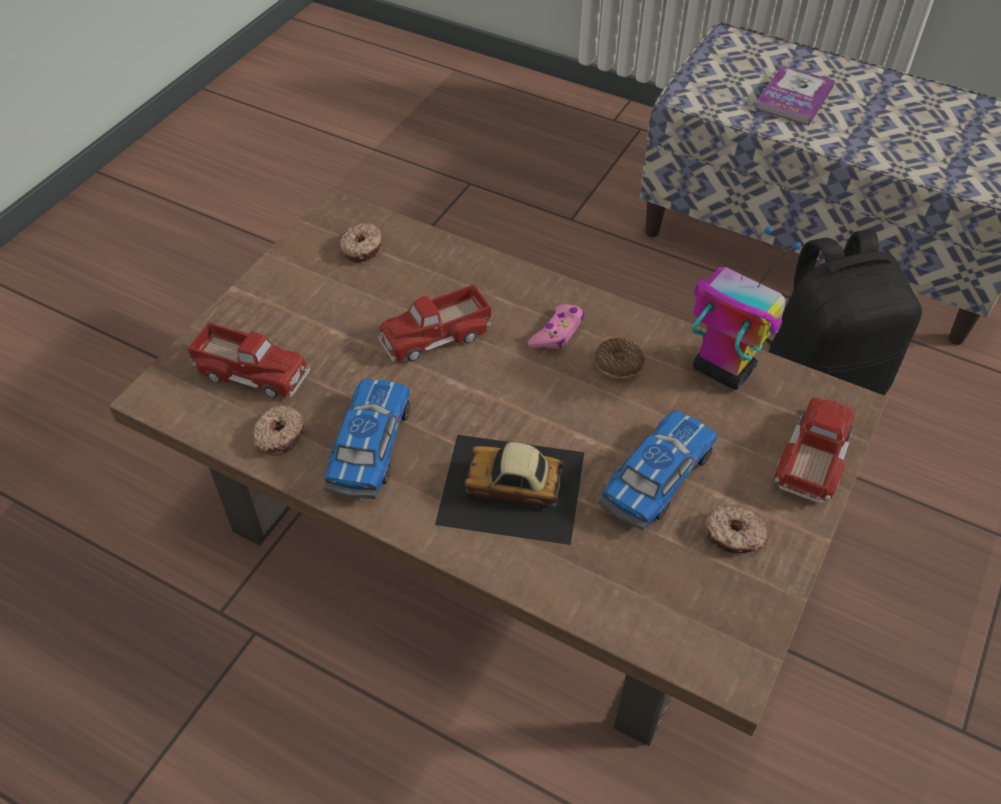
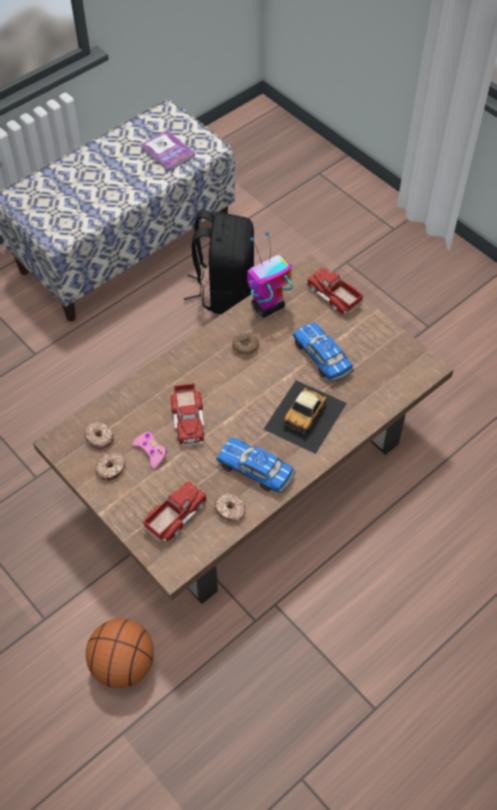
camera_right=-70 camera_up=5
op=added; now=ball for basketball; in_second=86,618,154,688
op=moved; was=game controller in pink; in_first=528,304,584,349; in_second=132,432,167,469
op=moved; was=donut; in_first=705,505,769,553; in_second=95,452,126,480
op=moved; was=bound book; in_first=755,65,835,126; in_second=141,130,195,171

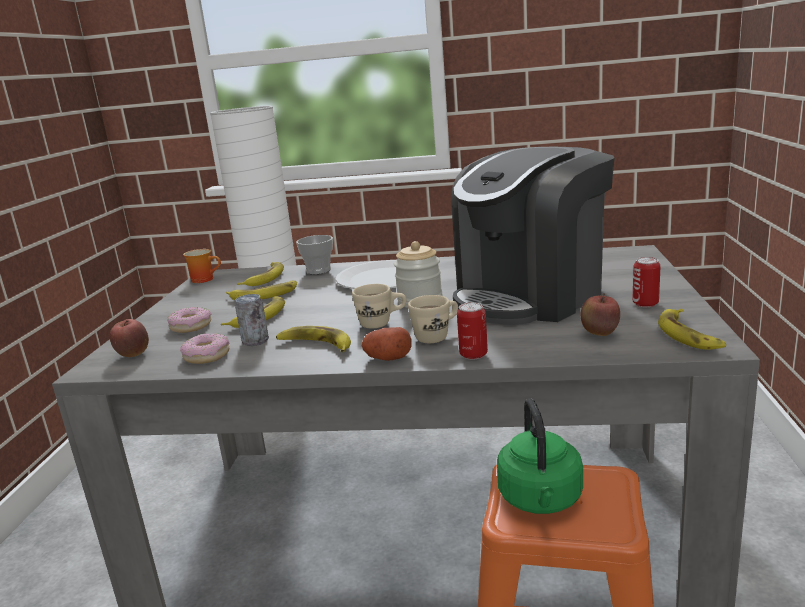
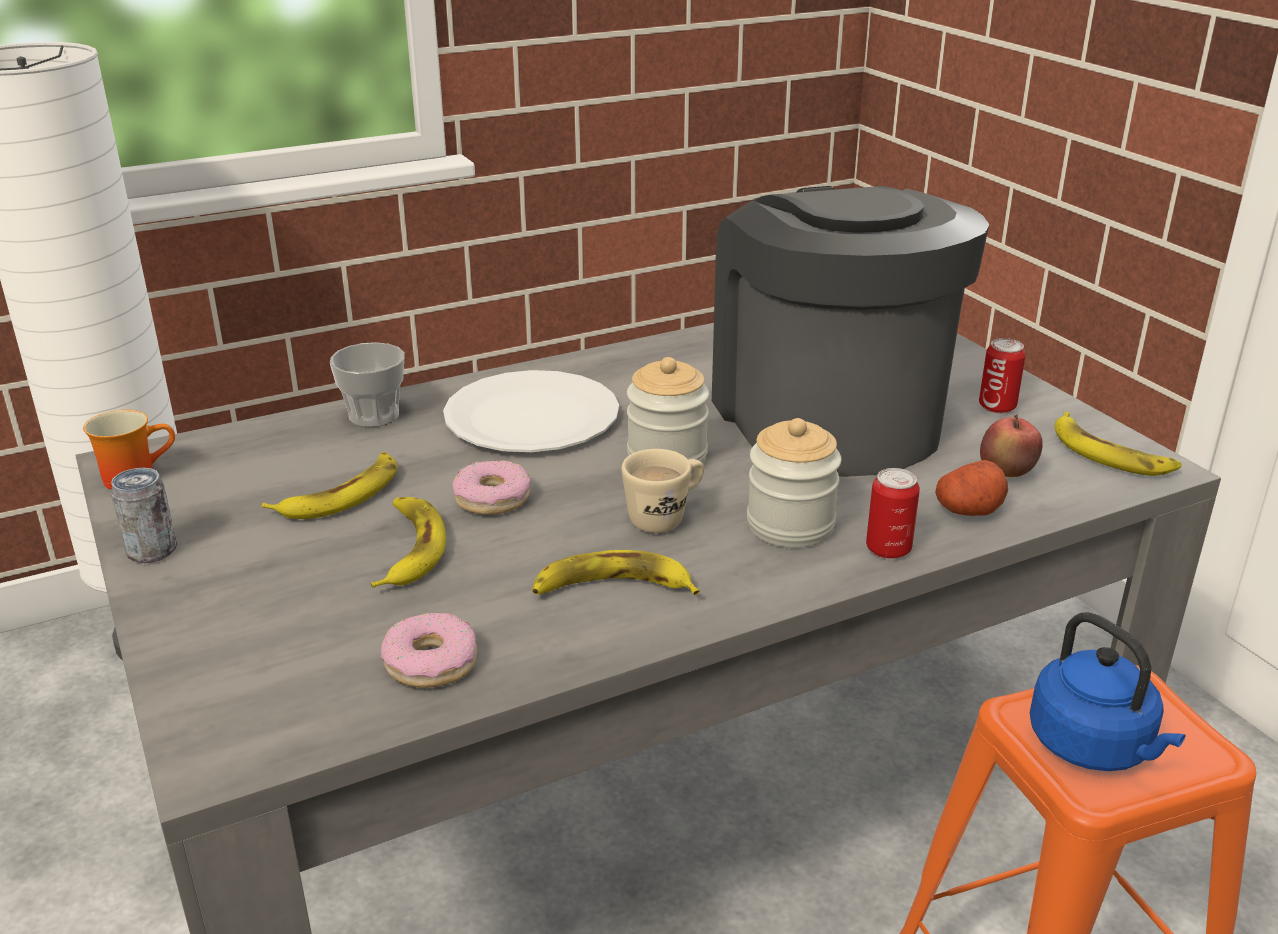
camera_right=-35 camera_up=10
op=removed; was=apple fruit; in_first=110,319,149,357
op=removed; was=banana; in_first=237,262,284,286
op=moved; was=donut; in_first=167,307,211,333; in_second=452,460,530,515
op=moved; was=can; in_first=235,294,269,346; in_second=111,467,177,563
op=moved; was=whole potato; in_first=362,327,412,361; in_second=935,460,1008,516
op=replaced; was=coffee mug in beige; now=preserve jar; in_first=408,295,458,343; in_second=747,418,841,548
op=recoloured; was=tea kettle in green-coloured; now=tea kettle in blue-coloured; in_first=497,398,583,514; in_second=1029,612,1185,771
op=turned; was=coffee maker; in_first=451,147,614,325; in_second=712,186,989,477; clockwise=150

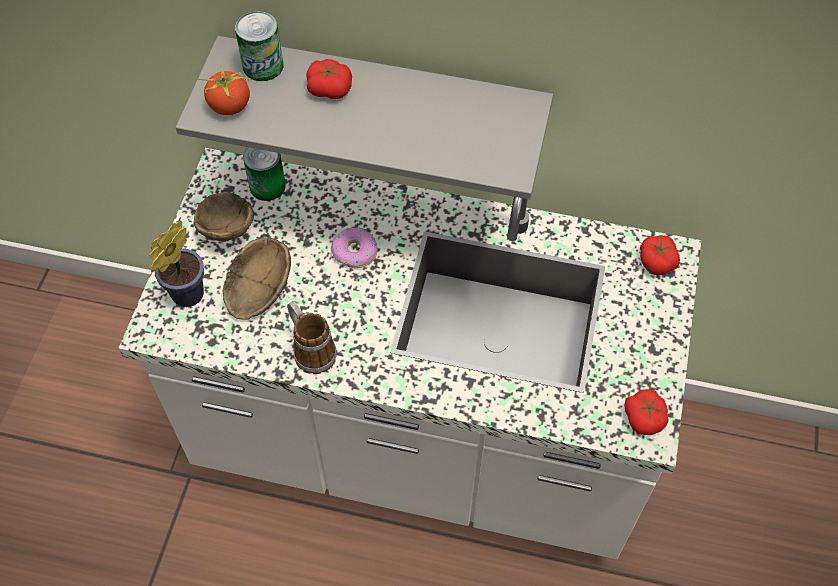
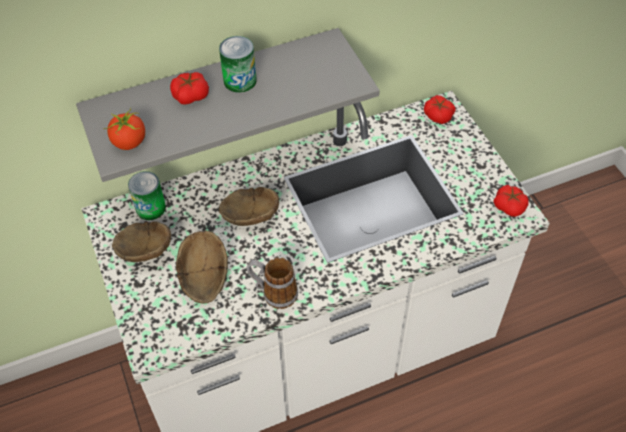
camera_right=-35 camera_up=-5
op=removed; was=potted plant; in_first=149,221,204,307
op=moved; was=can; in_first=235,11,284,81; in_second=219,36,257,93
op=replaced; was=donut; now=deep dish in brown-coloured; in_first=331,227,378,268; in_second=219,187,279,226

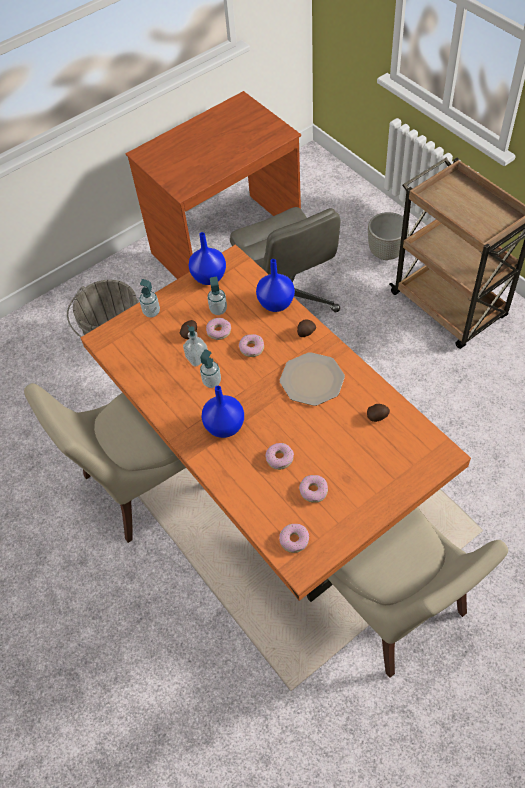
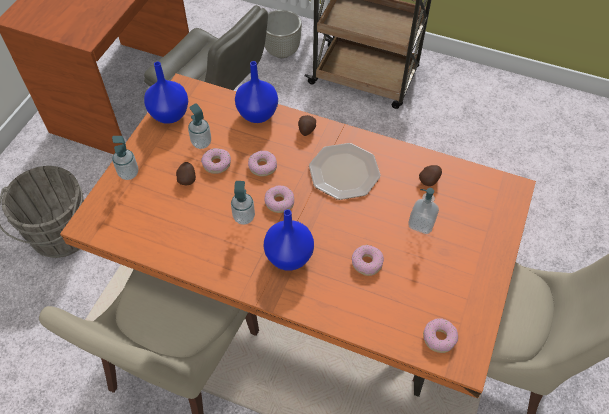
camera_right=-35 camera_up=0
op=moved; was=soap bottle; in_first=183,325,208,367; in_second=408,188,439,234
op=moved; was=donut; in_first=299,475,328,503; in_second=265,185,294,213

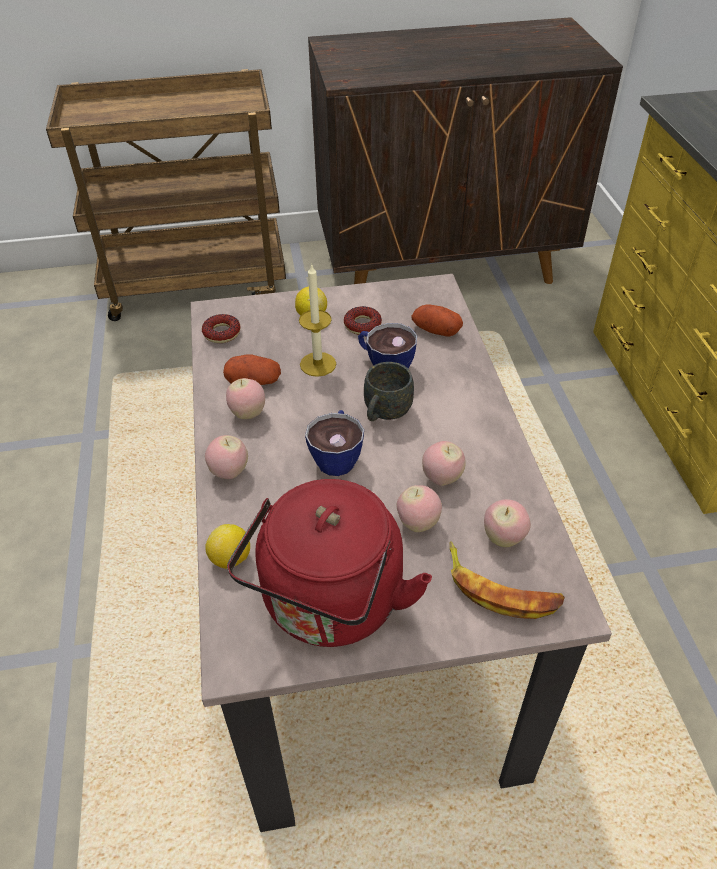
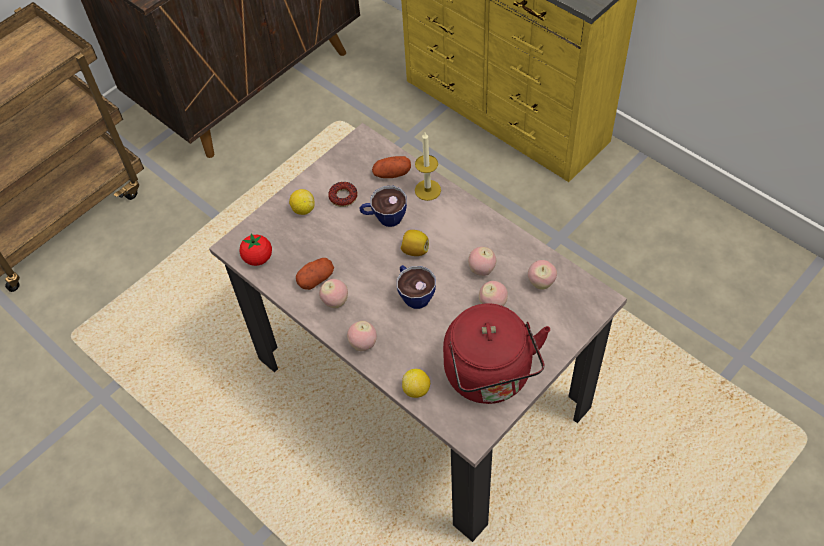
camera_right=-35 camera_up=10
op=removed; was=banana; in_first=449,541,565,619
op=moved; was=wax candle; in_first=299,263,336,377; in_second=415,132,441,201
op=replaced; was=donut; now=whole tomato; in_first=202,314,241,343; in_second=239,233,272,266
op=replaced; was=coffee mug in greyish; now=lemon; in_first=364,362,414,421; in_second=401,230,429,256

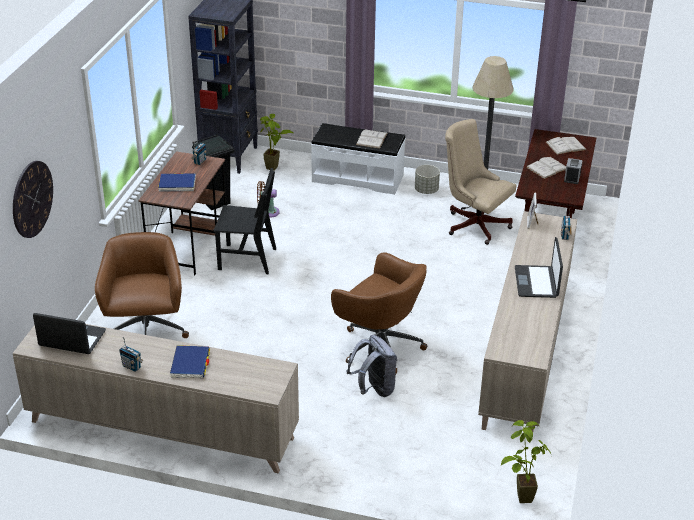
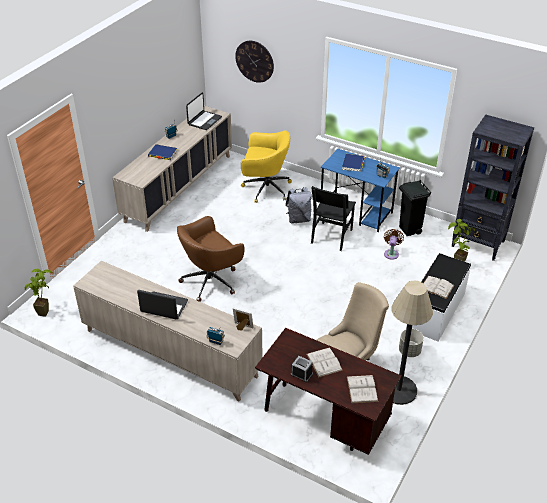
camera_right=105 camera_up=5
op=moved; was=backpack in greyish; in_first=347,335,397,397; in_second=285,187,312,224
op=recoloured; was=office chair in brown-coloured; now=office chair in yellow-coloured; in_first=95,232,189,338; in_second=241,131,292,203
op=recoloured; was=desk in brown-coloured; now=desk in blue-coloured; in_first=138,151,226,275; in_second=321,149,400,232

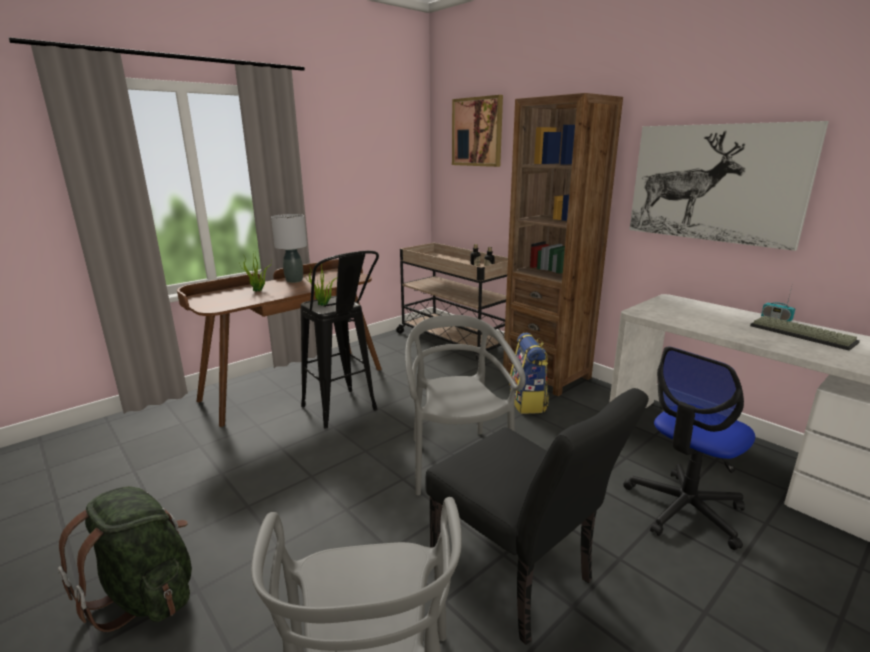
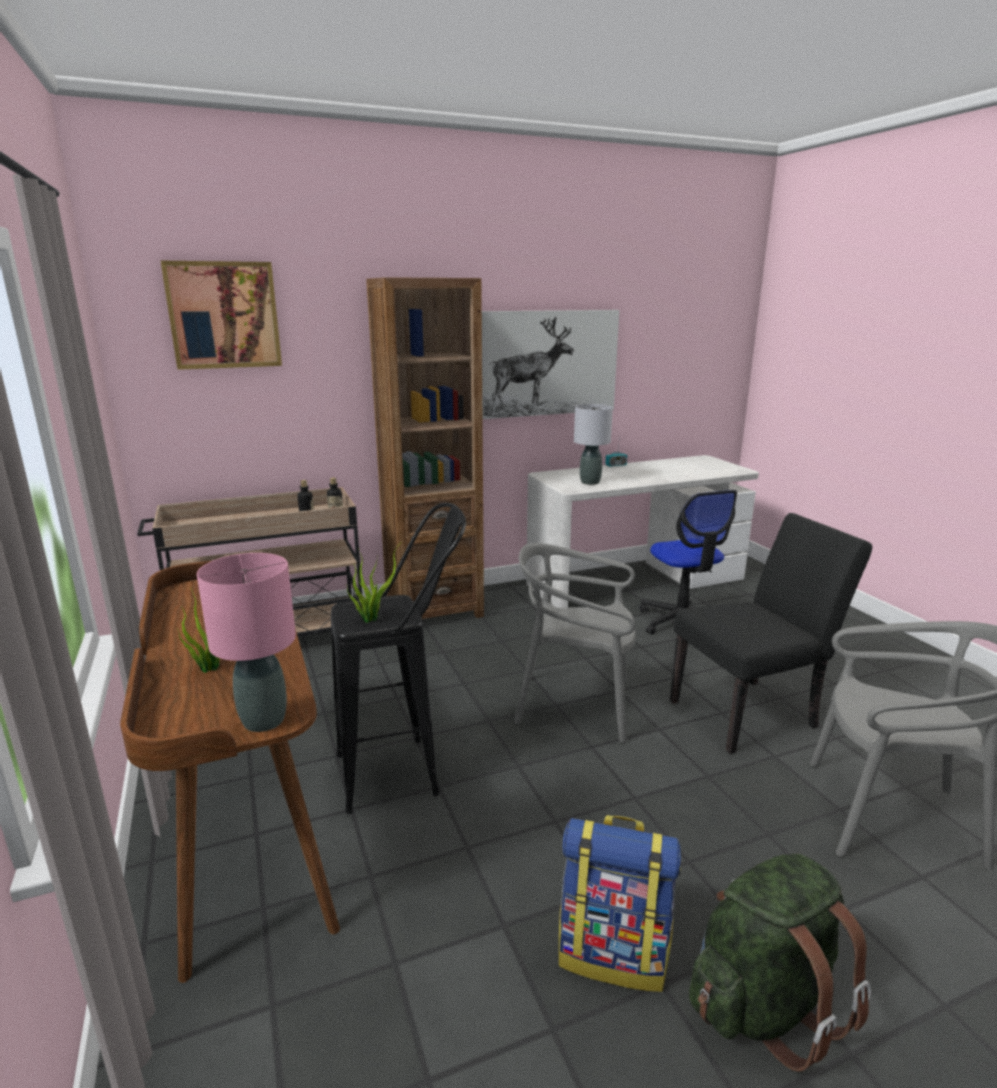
camera_right=-70 camera_up=0
op=removed; was=keyboard; in_first=750,316,860,351
op=added; now=tabletop lamp in pink; in_second=197,553,296,732
op=moved; was=tabletop lamp in greyish; in_first=271,214,307,283; in_second=574,404,613,485
op=moved; was=backpack; in_first=509,333,549,414; in_second=559,815,681,992

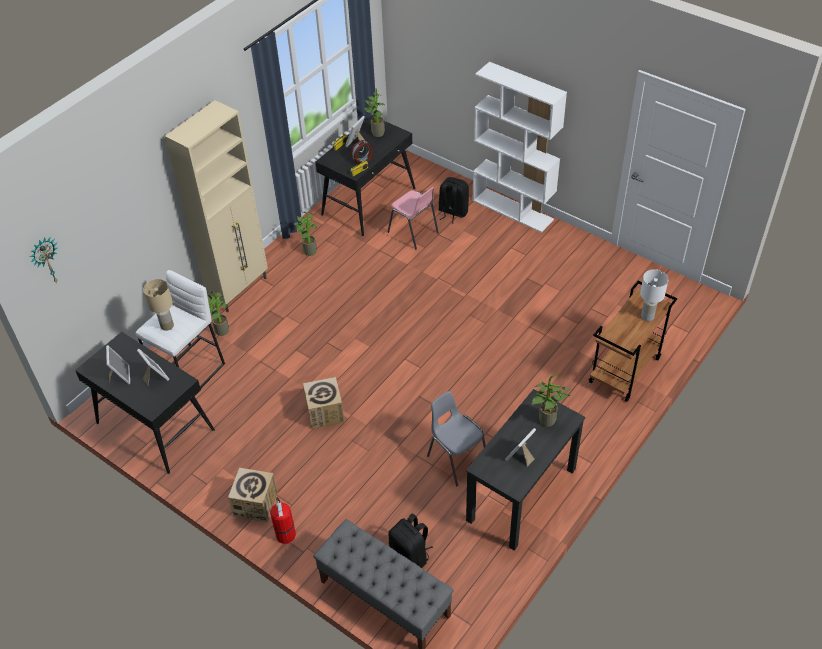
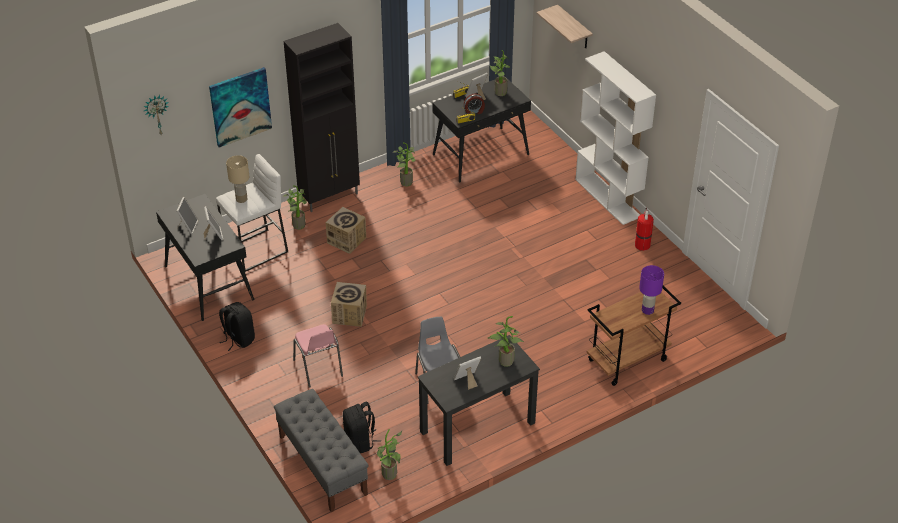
camera_right=20 camera_up=-5
op=added; now=wall art; in_second=209,67,272,147
op=added; now=potted plant; in_second=377,429,402,480
op=added; now=bracket shelf; in_second=536,5,593,48
op=moved; was=carton; in_first=228,468,278,522; in_second=325,207,366,254
op=moved; was=fire-fighting cylinder; in_first=270,497,296,544; in_second=635,208,654,251
op=moved; was=upright chair in pink; in_first=387,187,439,250; in_second=293,324,343,388
op=moved; was=backpack in black; in_first=438,177,469,224; in_second=219,302,255,351
op=recoloured; was=cabinet in beige; now=cabinet in black; in_first=165,100,268,313; in_second=284,23,360,212
op=recoloured; was=tabletop lamp in white-coloured; now=tabletop lamp in purple-coloured; in_first=640,269,668,321; in_second=639,265,664,315

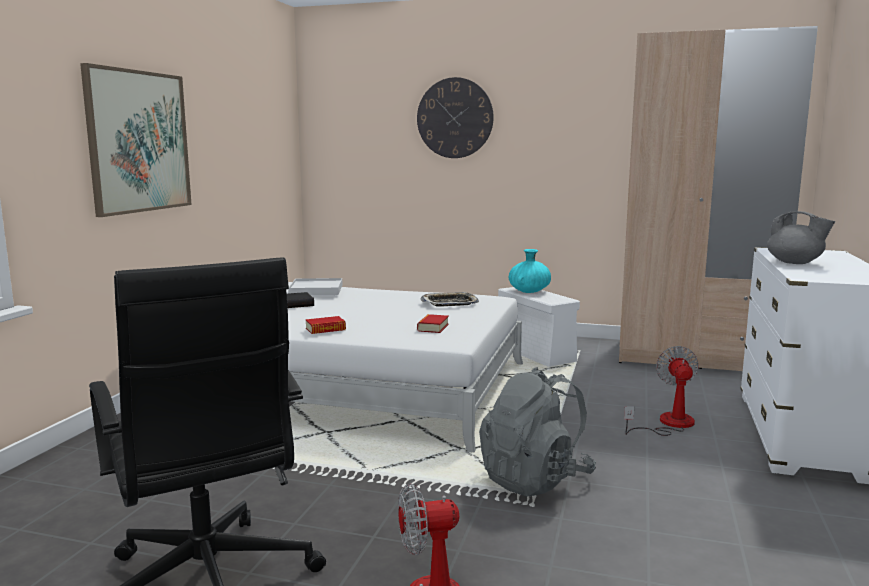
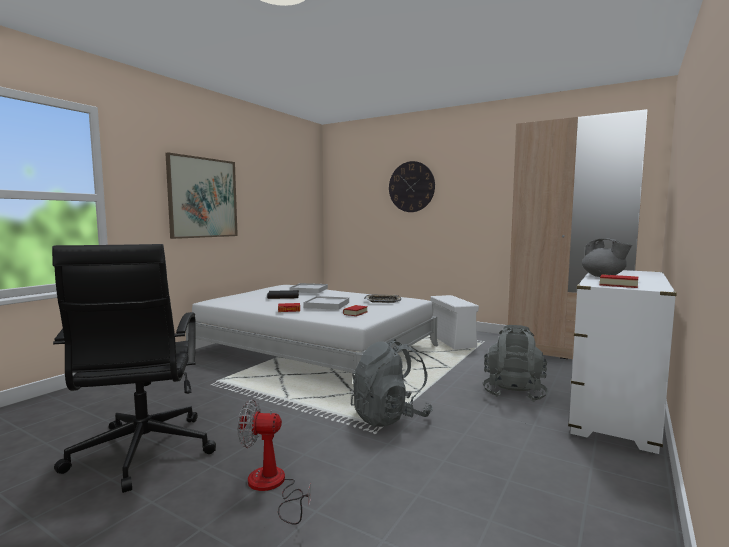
camera_right=15 camera_up=-5
op=removed; was=vase in turquoise-coloured; in_first=509,249,551,293
op=added; now=serving tray in white-coloured; in_second=303,296,349,310
op=added; now=bound book; in_second=600,274,638,288
op=replaced; was=fan; now=backpack in greyish; in_first=624,346,699,436; in_second=483,325,548,402

